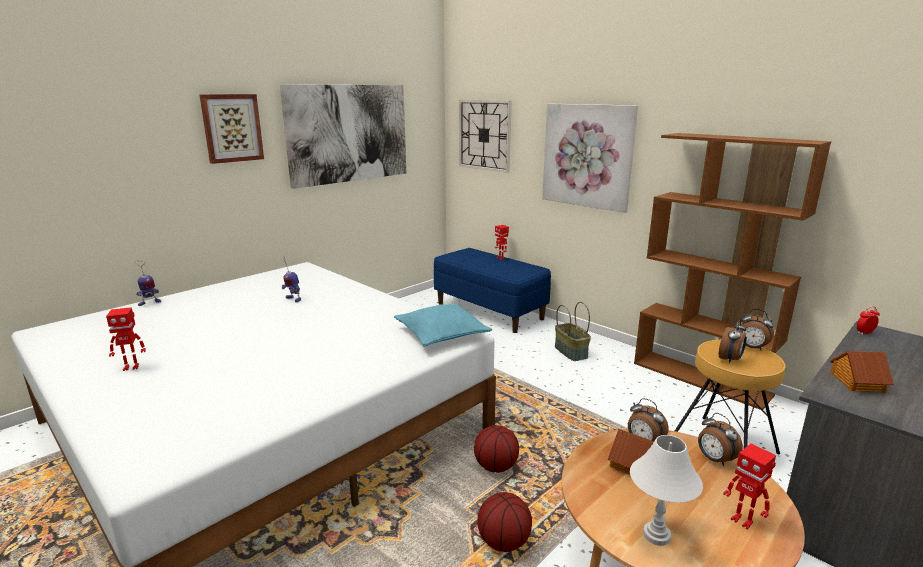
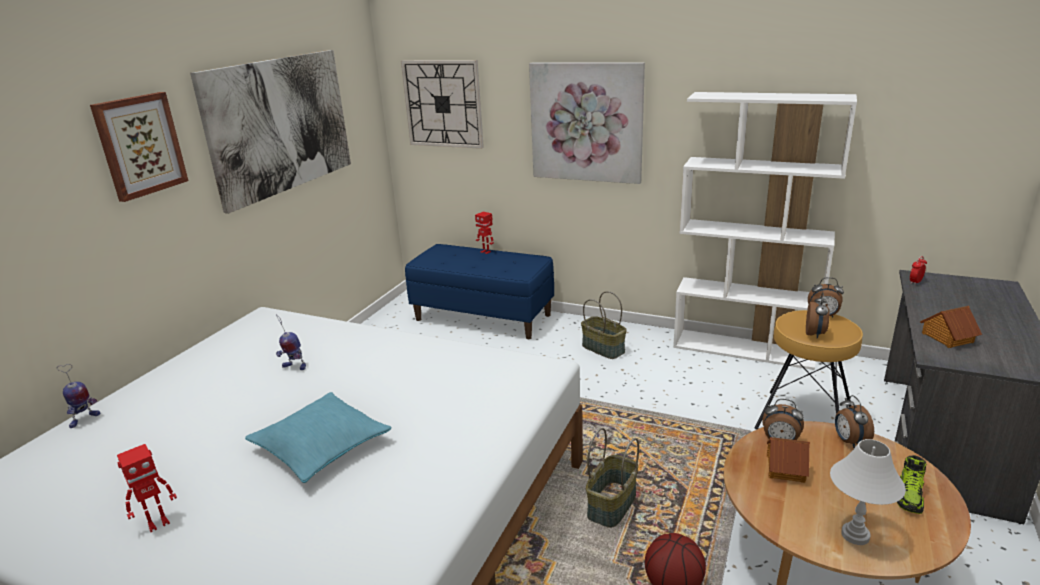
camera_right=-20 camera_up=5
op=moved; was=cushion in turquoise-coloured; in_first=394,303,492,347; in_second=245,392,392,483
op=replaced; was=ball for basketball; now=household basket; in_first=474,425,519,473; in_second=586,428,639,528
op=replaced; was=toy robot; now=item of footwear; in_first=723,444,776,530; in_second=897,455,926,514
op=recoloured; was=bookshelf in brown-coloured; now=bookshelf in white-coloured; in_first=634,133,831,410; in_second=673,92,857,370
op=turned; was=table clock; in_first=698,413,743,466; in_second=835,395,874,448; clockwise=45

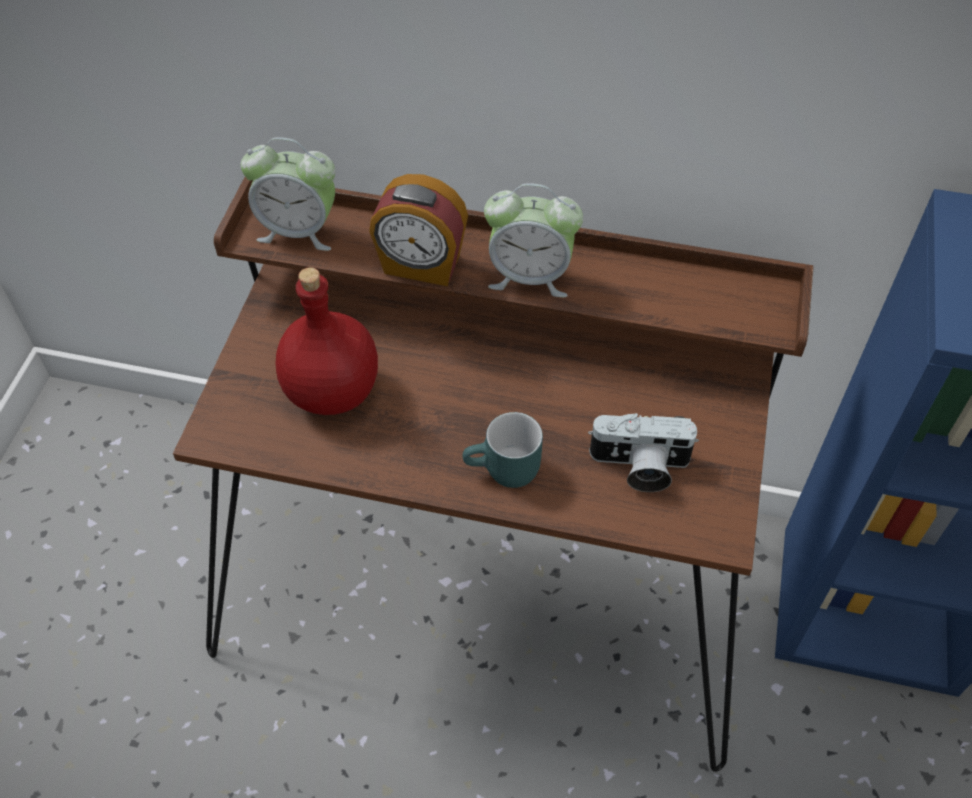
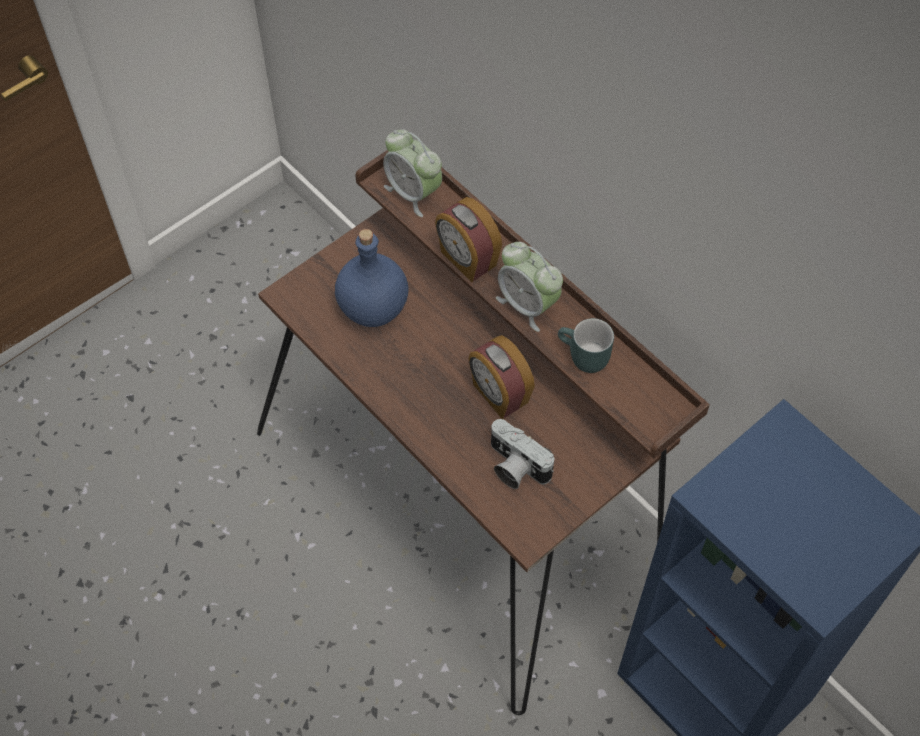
camera_right=35 camera_up=5
op=added; now=table clock; in_second=468,335,535,419
op=moved; was=coffee mug in turquoise-coloured; in_first=462,412,543,488; in_second=558,318,614,373
op=recoloured; was=beverage bottle in reddish; now=beverage bottle in blue-coloured; in_first=276,267,378,415; in_second=335,229,408,327

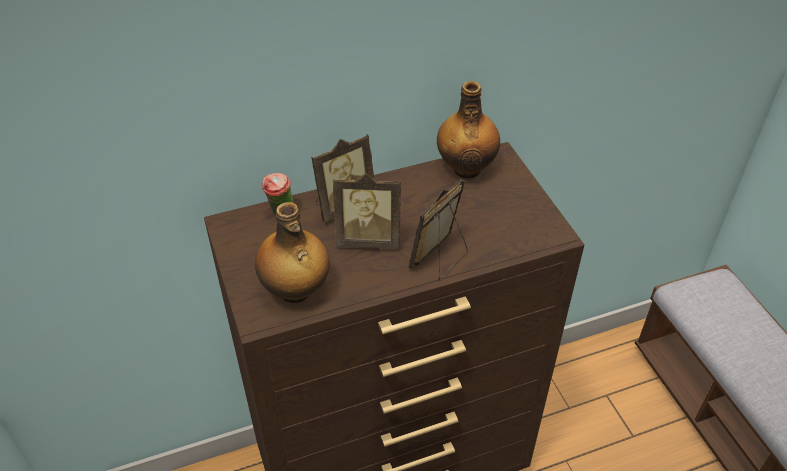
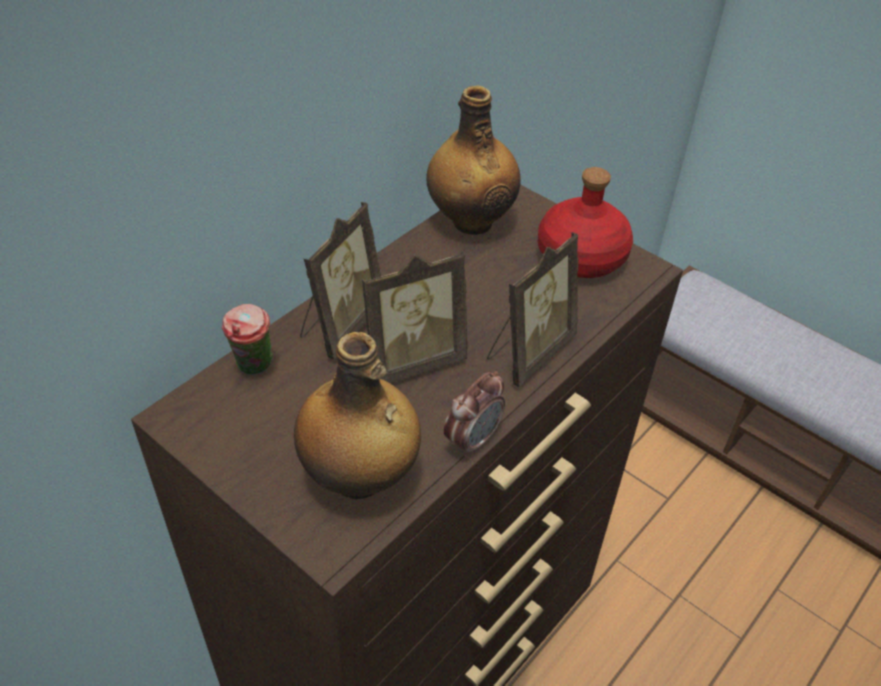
camera_right=-30 camera_up=0
op=added; now=table clock; in_second=444,371,505,458
op=added; now=beverage bottle in reddish; in_second=538,167,633,278
op=turned; was=photo frame; in_first=409,179,468,280; in_second=487,232,578,387; clockwise=-150

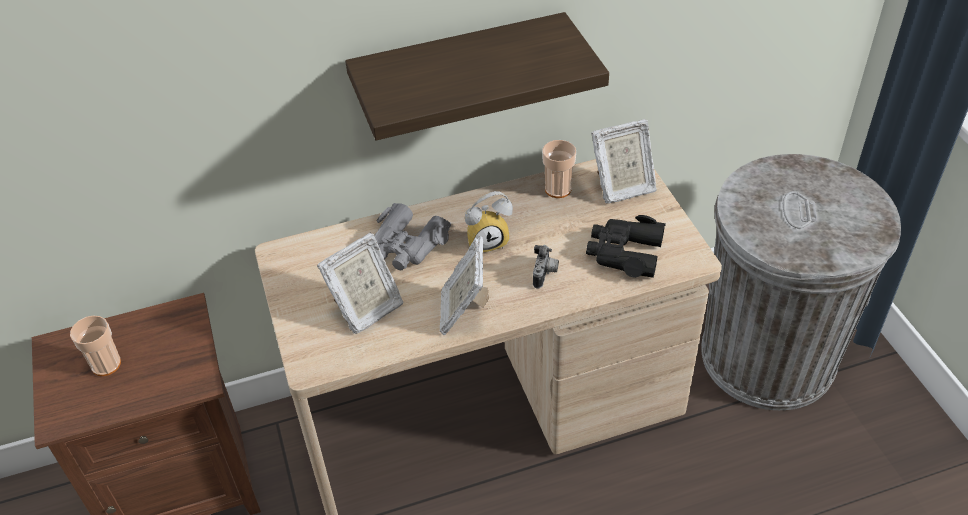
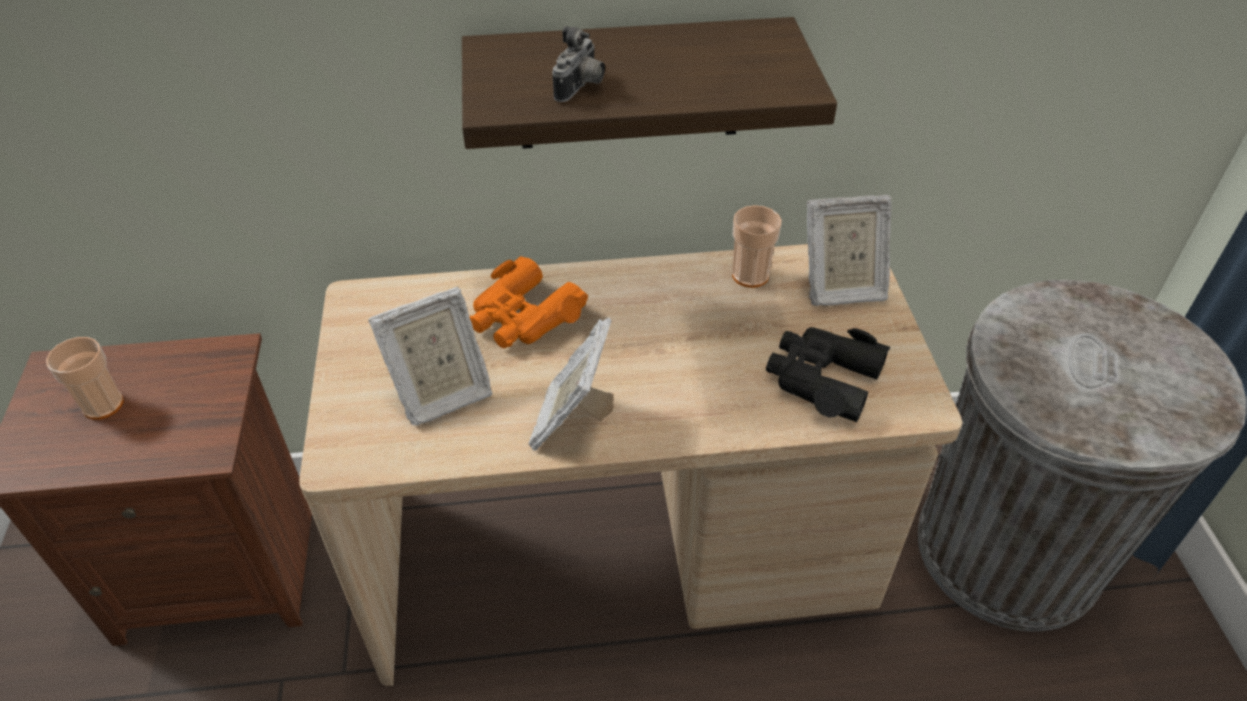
camera_right=10 camera_up=0
op=removed; was=table clock; in_first=465,191,513,253
op=moved; was=still camera; in_first=533,245,559,289; in_second=552,26,605,102
op=recoloured; was=field glasses in greyish; now=field glasses in orange; in_first=374,203,451,271; in_second=470,256,588,348

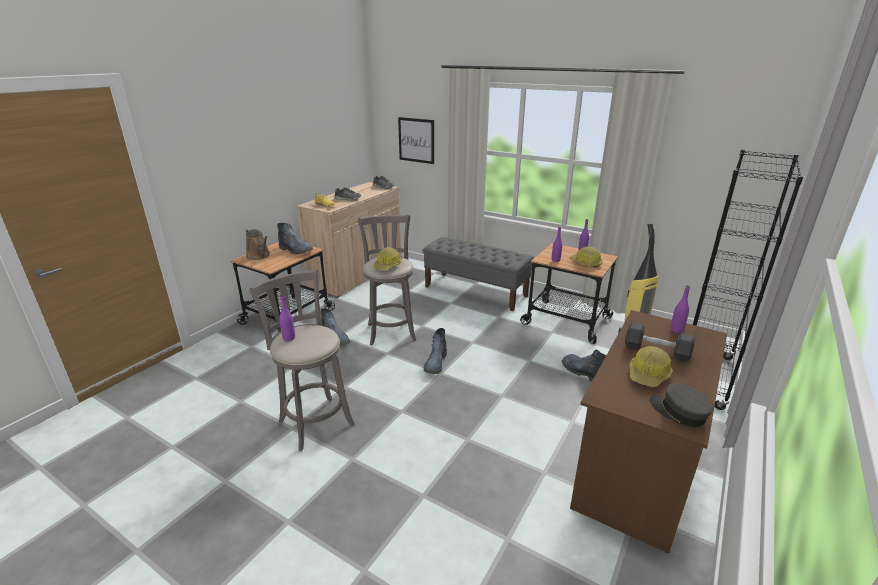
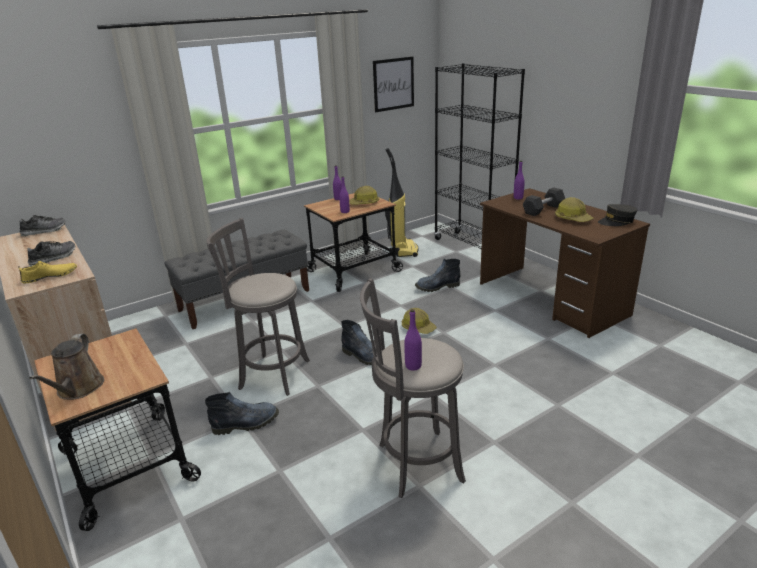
camera_right=-65 camera_up=0
op=removed; was=tall boot; in_first=277,223,314,254
op=moved; was=safety helmet; in_first=373,247,402,270; in_second=402,308,437,334
op=moved; was=wall art; in_first=398,117,434,164; in_second=373,56,414,112
op=turned; was=watering pot in brown-coloured; in_first=246,228,270,260; in_second=29,334,104,400; clockwise=105

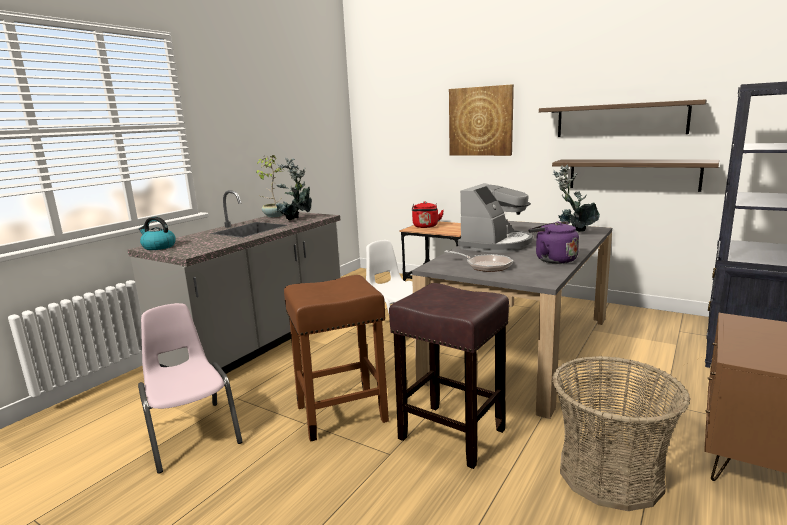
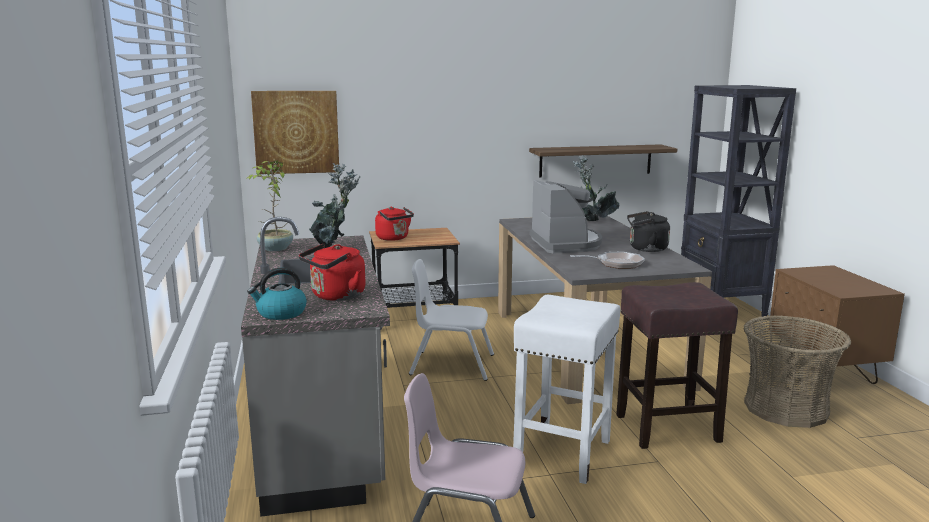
camera_right=-45 camera_up=0
op=removed; was=bracket shelf; in_first=539,99,707,137
op=added; now=tea kettle in reddish; in_second=299,244,366,301
op=moved; was=wall art; in_first=449,84,514,156; in_second=251,91,339,174
op=recoloured; was=stool in brown-coloured; now=stool in white-coloured; in_first=284,275,389,442; in_second=513,295,621,484
op=recoloured; was=tea kettle in purple-coloured; now=tea kettle in black; in_first=529,221,579,264; in_second=627,211,670,252

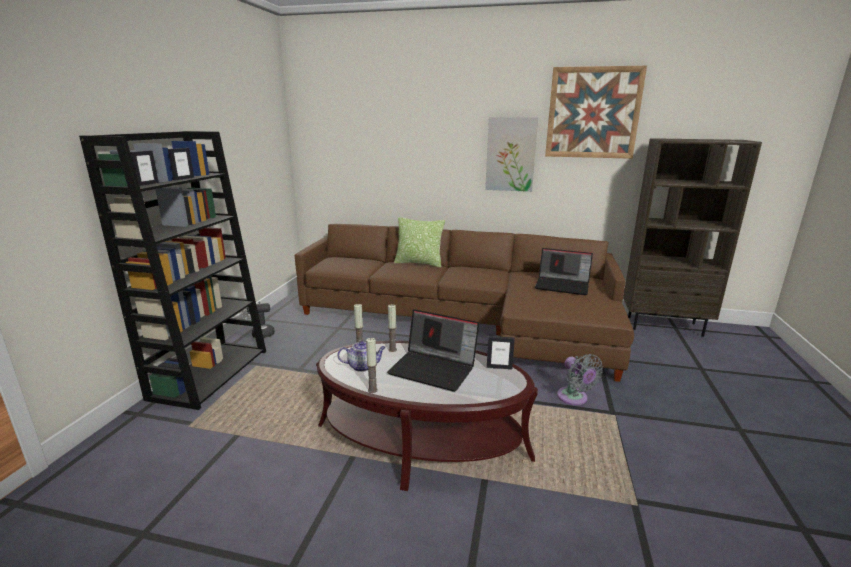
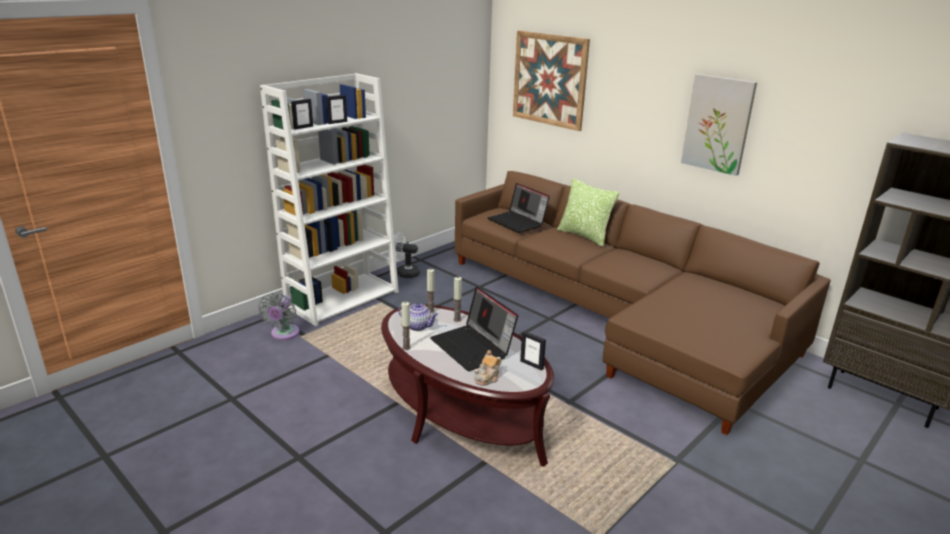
camera_right=30 camera_up=5
op=added; now=tea pot; in_second=474,350,501,385
op=moved; was=laptop; in_first=535,248,593,295; in_second=487,183,550,233
op=moved; was=wall art; in_first=545,66,647,159; in_second=513,31,590,131
op=moved; was=fan in greyish; in_first=557,354,603,405; in_second=259,293,300,340
op=recoloured; was=bookshelf in black; now=bookshelf in white-coloured; in_first=79,131,266,410; in_second=260,73,399,326

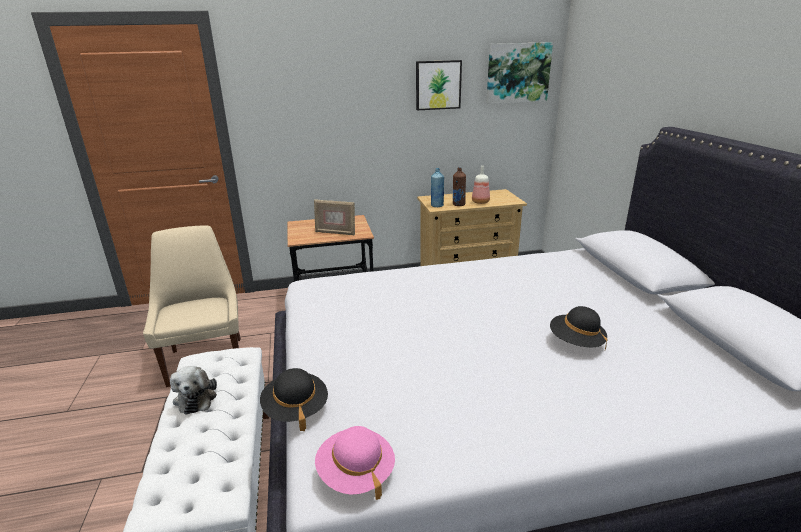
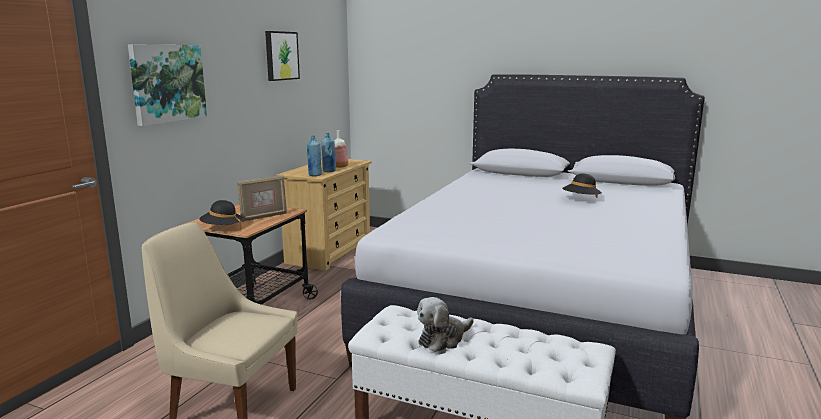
camera_right=-55 camera_up=-10
op=removed; was=wearable hat in pink; in_first=315,426,395,500
op=moved; was=wearable hat in black; in_first=260,368,328,431; in_second=199,200,243,230
op=moved; was=wall art; in_first=486,42,553,104; in_second=128,45,207,126
op=recoloured; was=beverage bottle in brown-coloured; now=beverage bottle in blue-coloured; in_first=453,167,466,206; in_second=321,133,336,172
op=turned; was=soft toy; in_first=170,366,217,414; in_second=417,297,474,352; clockwise=120

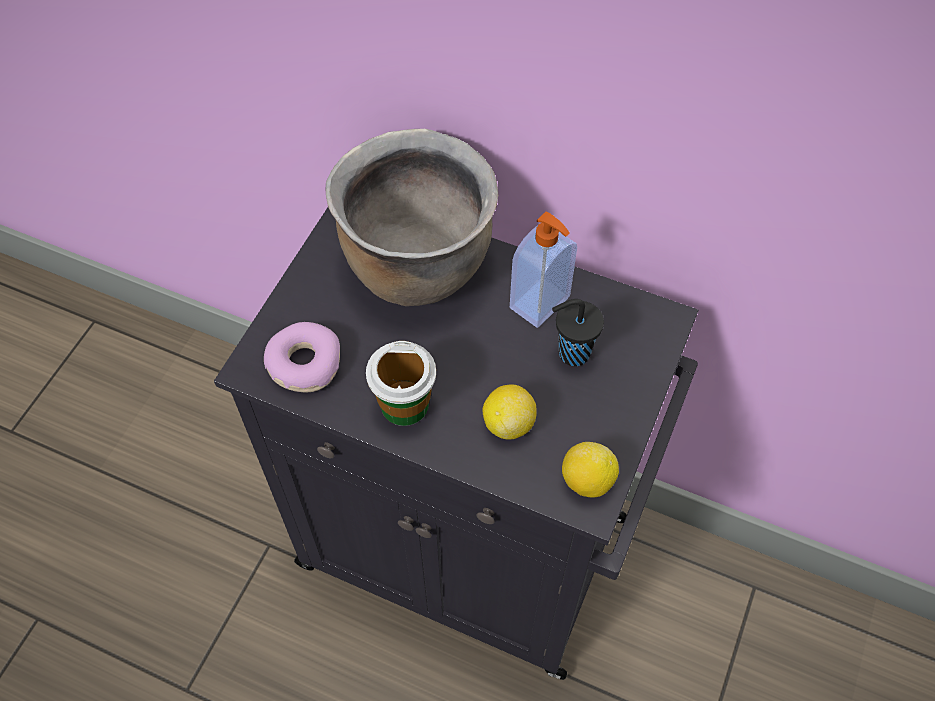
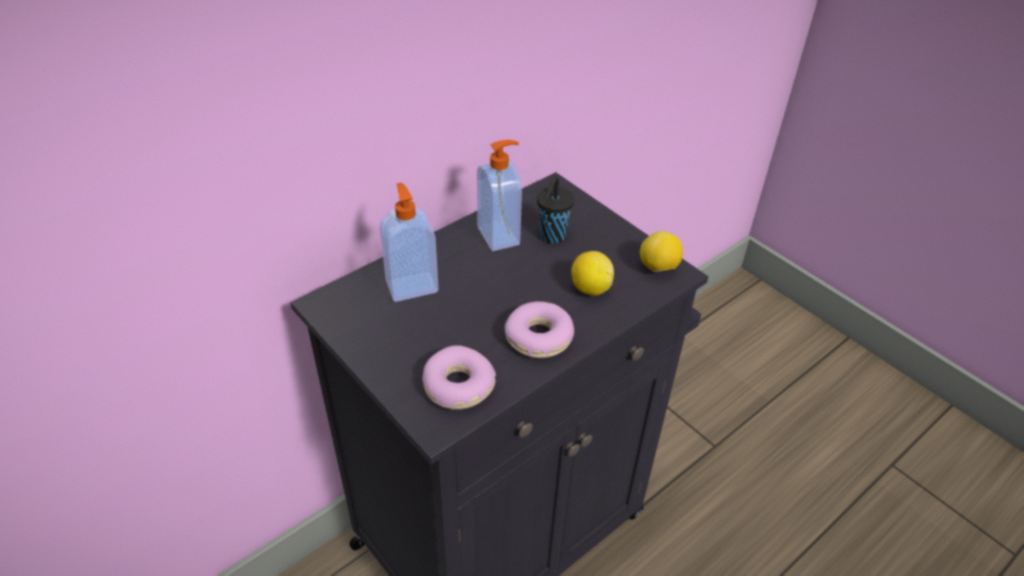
camera_right=-65 camera_up=-15
op=replaced; was=cooking pot in brown-coloured; now=soap bottle; in_first=326,129,498,306; in_second=380,183,439,302
op=replaced; was=cup; now=donut; in_first=366,341,436,426; in_second=505,301,574,358

